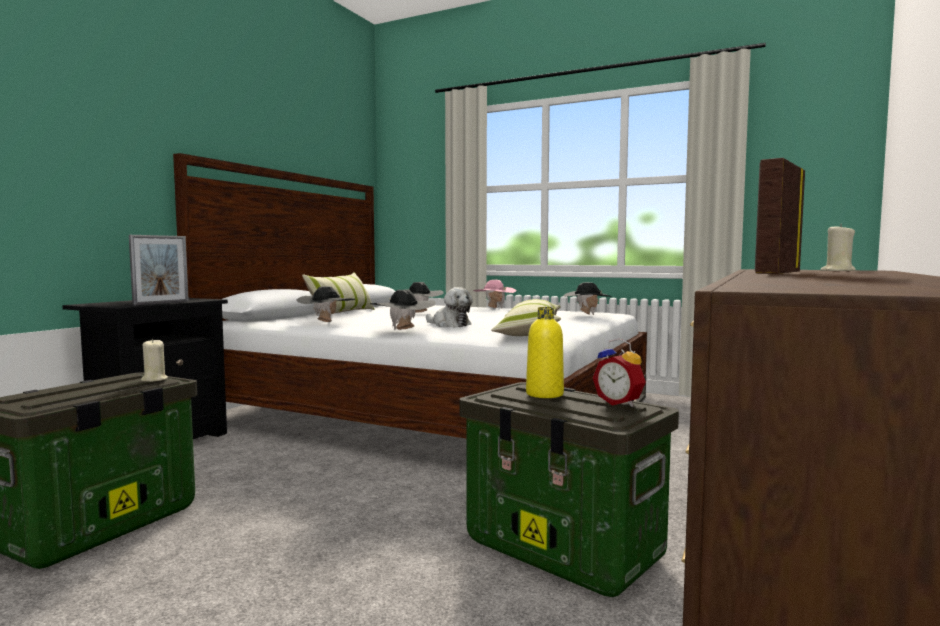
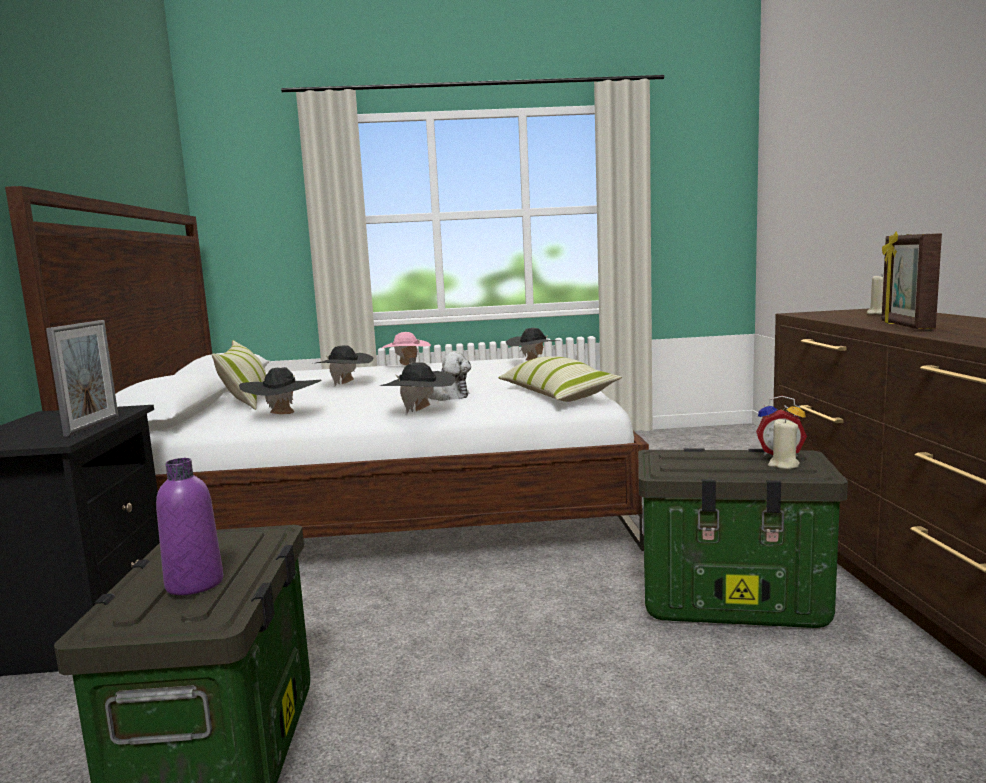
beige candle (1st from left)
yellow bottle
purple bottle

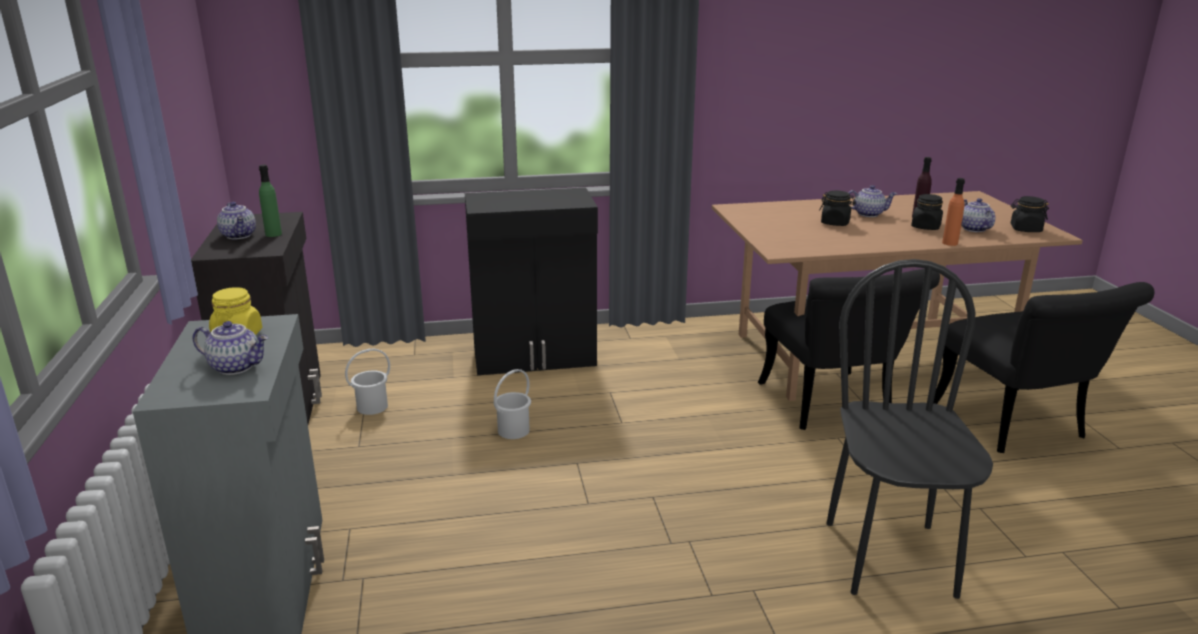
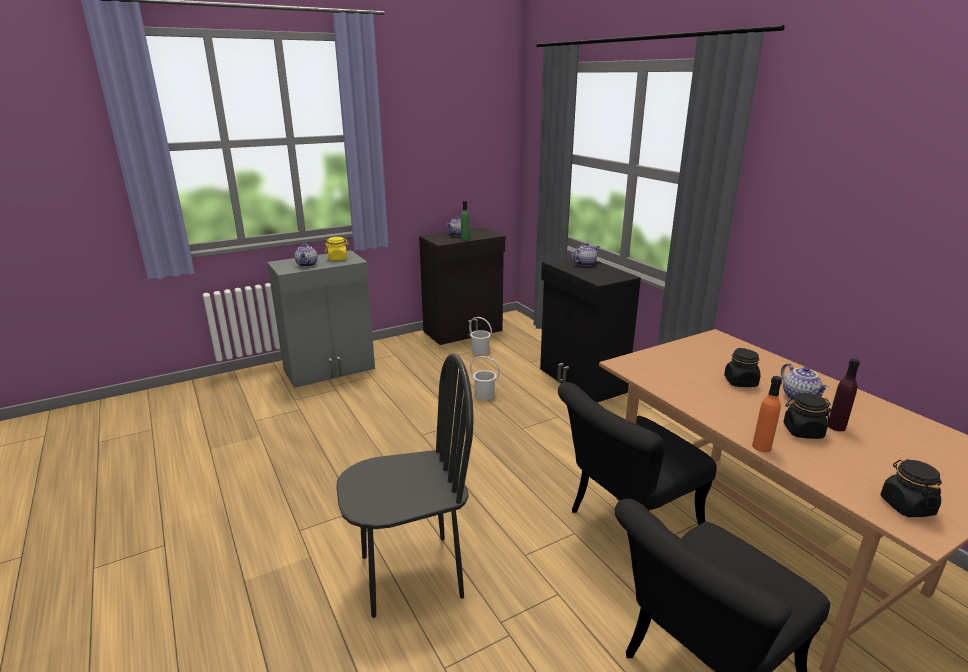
teapot (3rd from left)

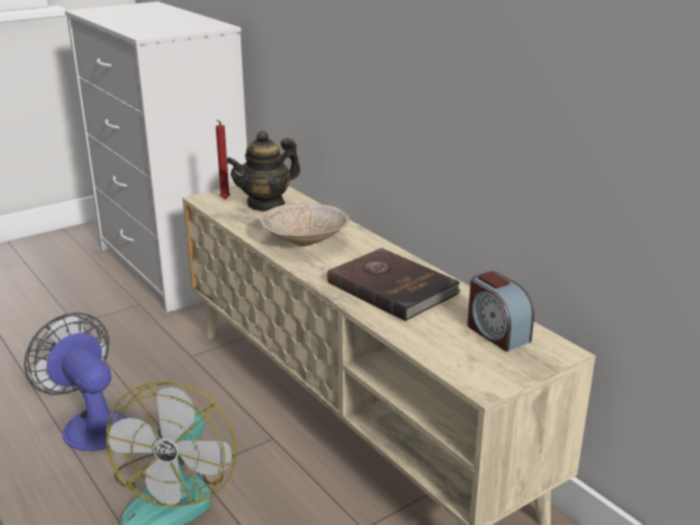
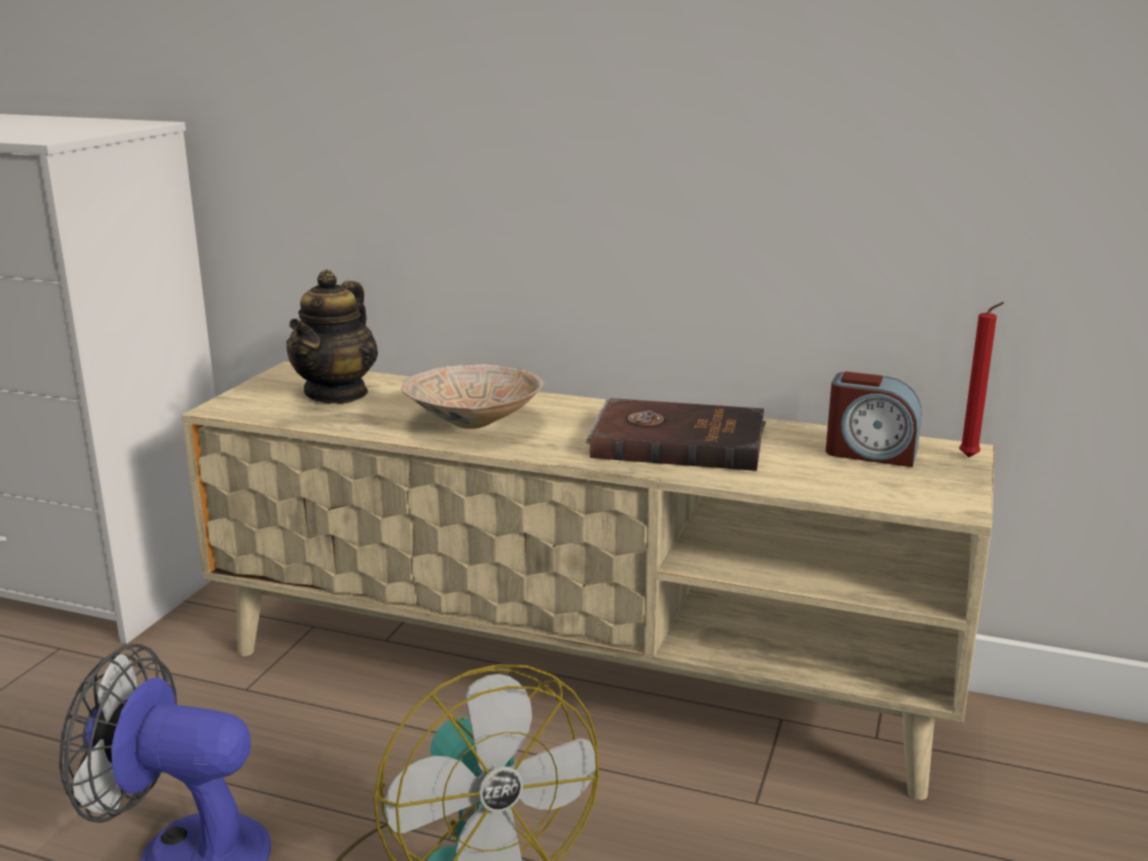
red candle

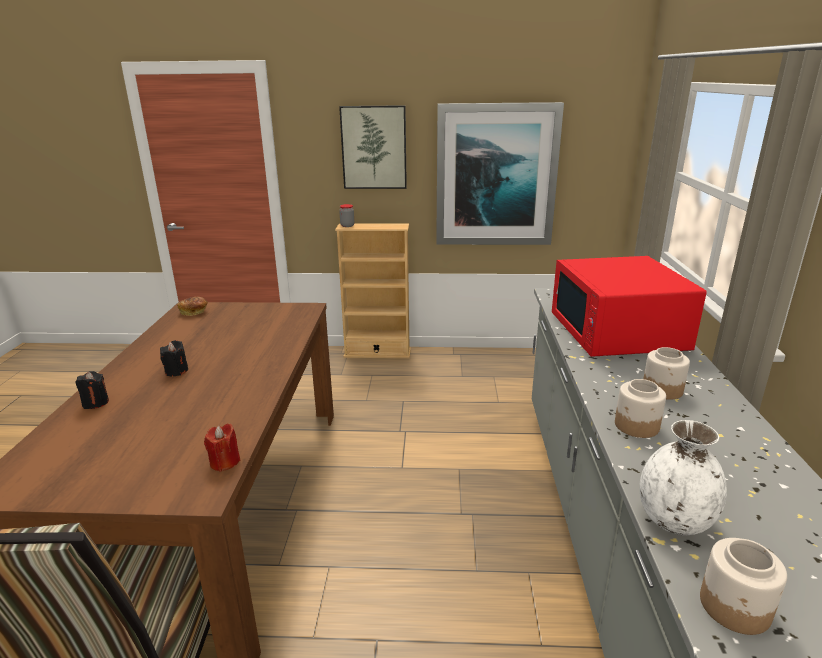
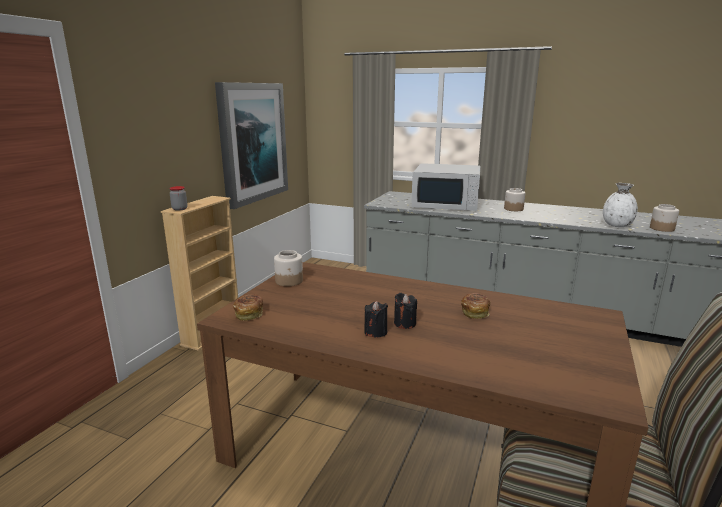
black candle (1st from left)
red candle
picture (1st from left in the first image)
white microwave
jar (2nd from left)
bread (2nd from left)

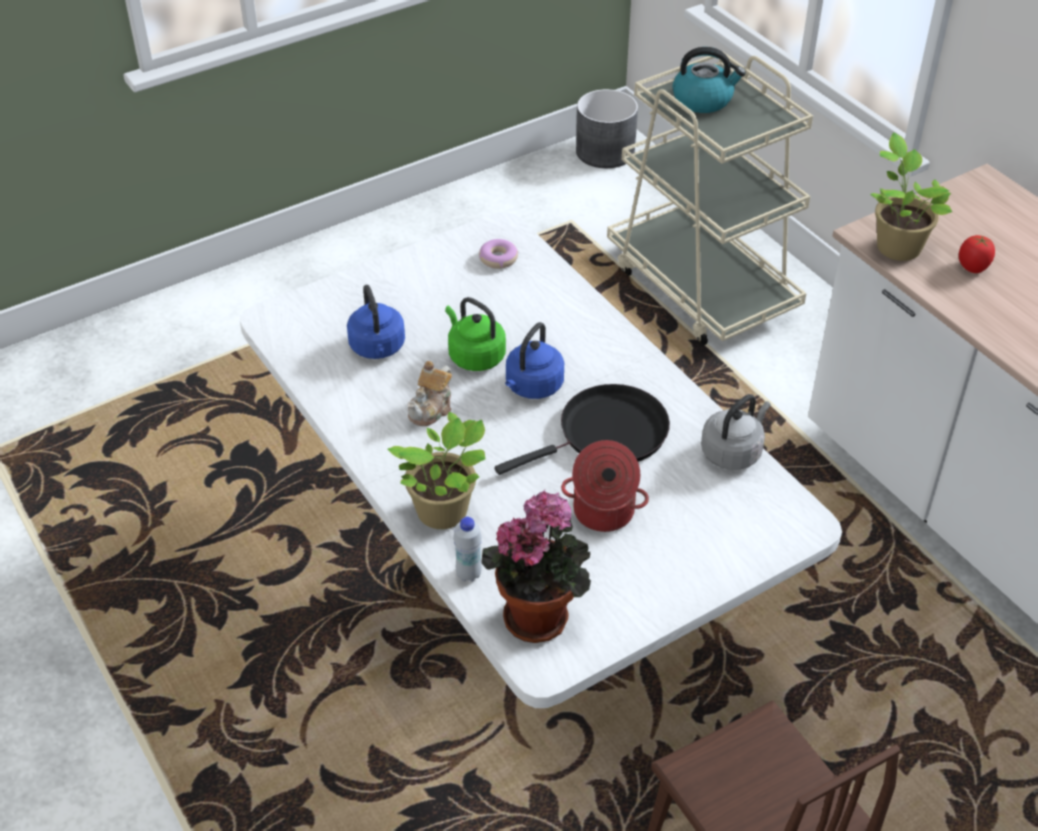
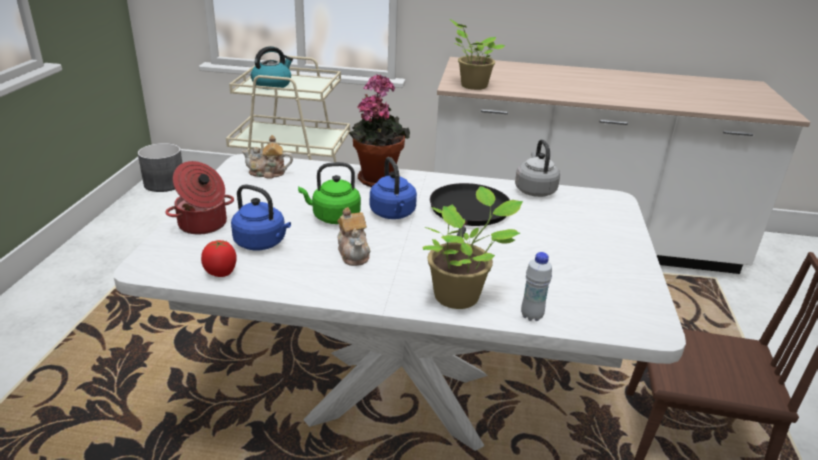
teapot (1st from left)
potted plant (1st from left)
cooking pot
tomato

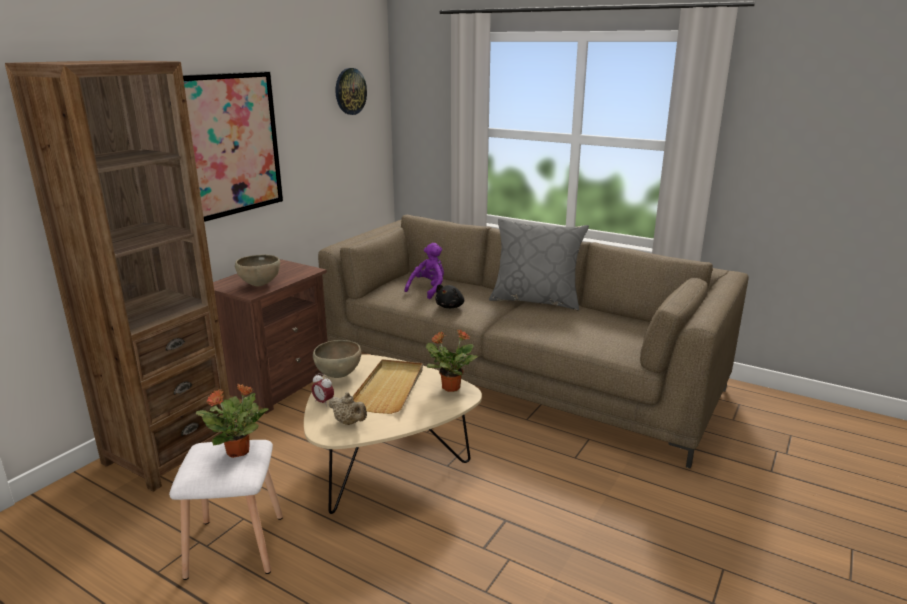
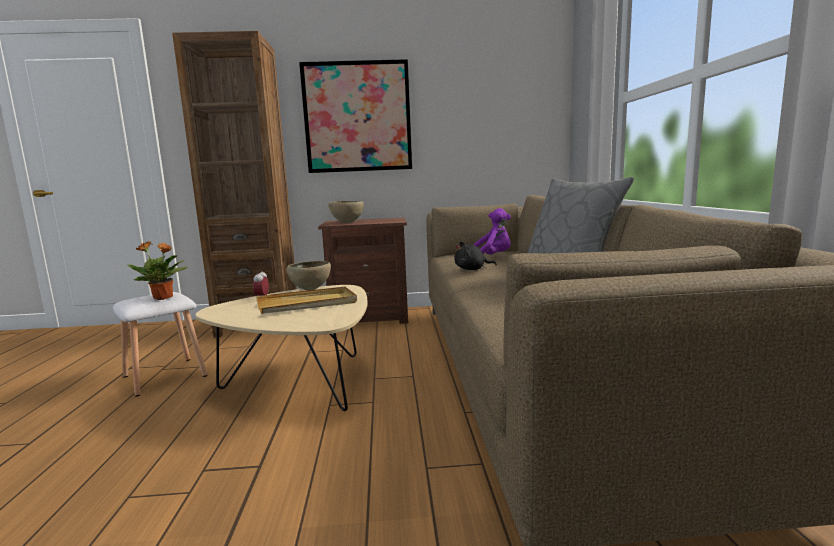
beige teapot
wall clock
potted plant (2nd from left in the first image)

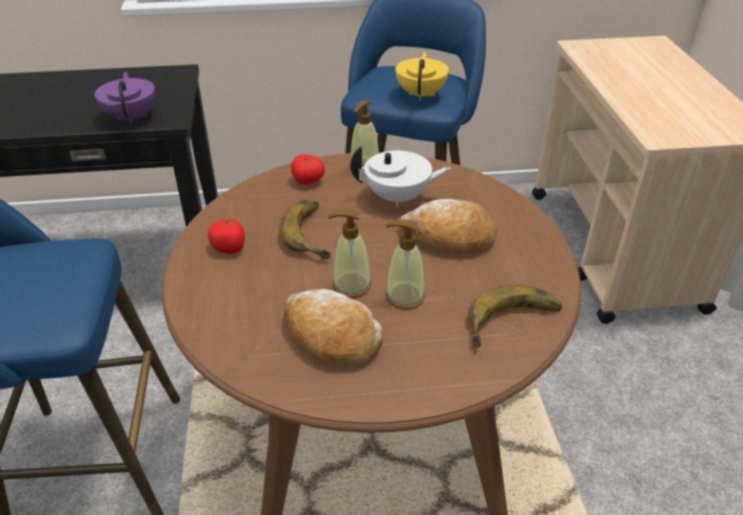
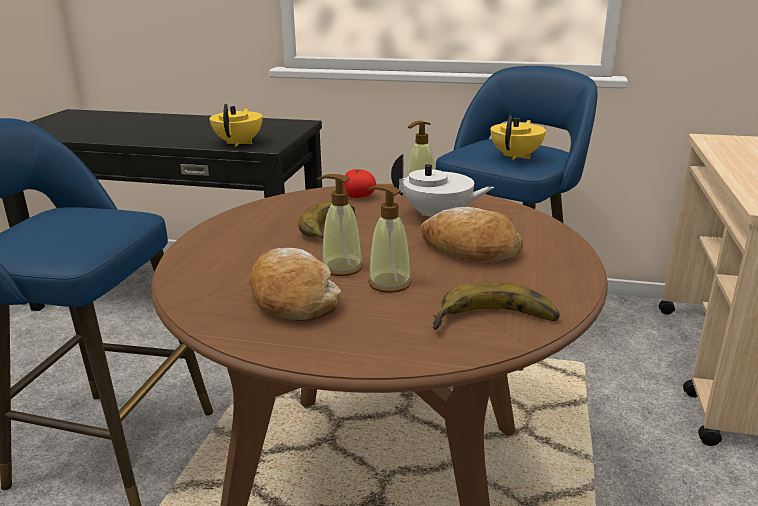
yellow teapot (1st from left)
tomato (1st from left in the first image)

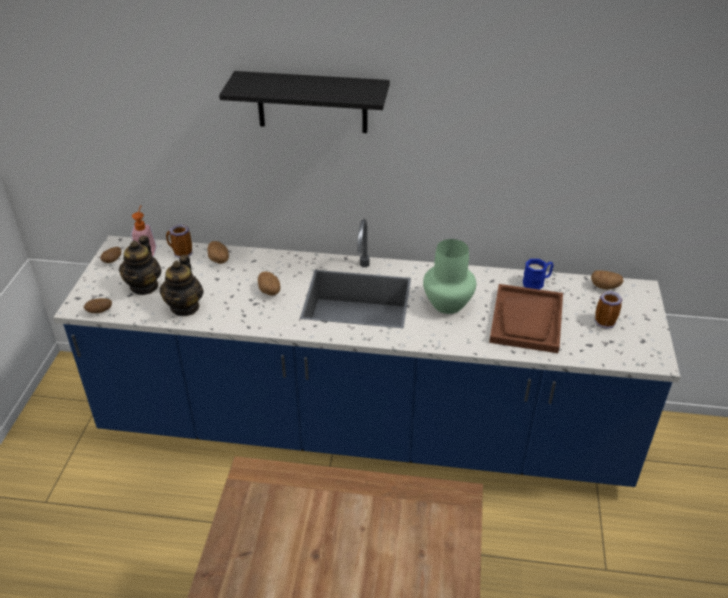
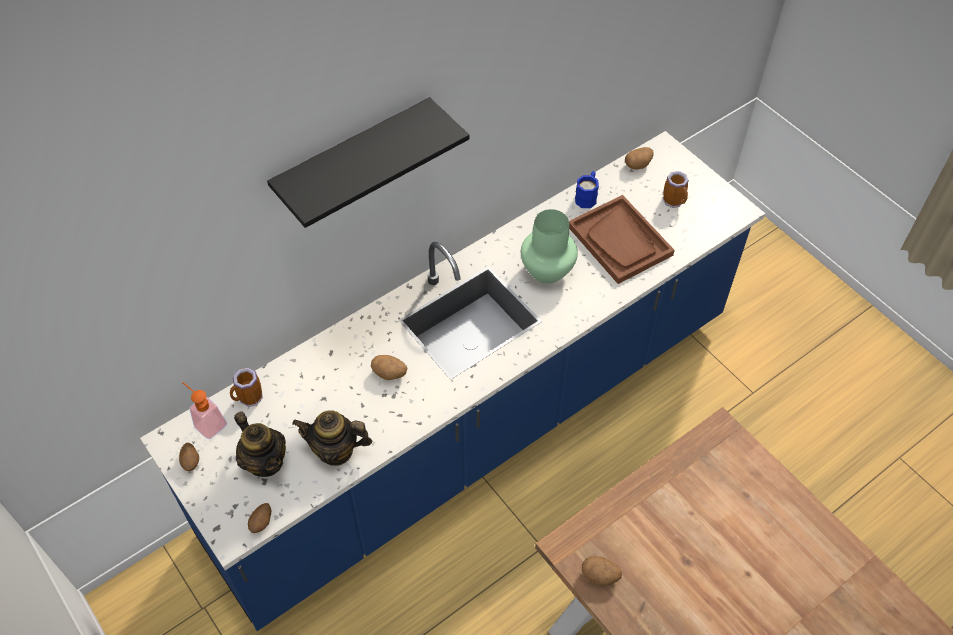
teapot (2nd from left)
potato (4th from left)

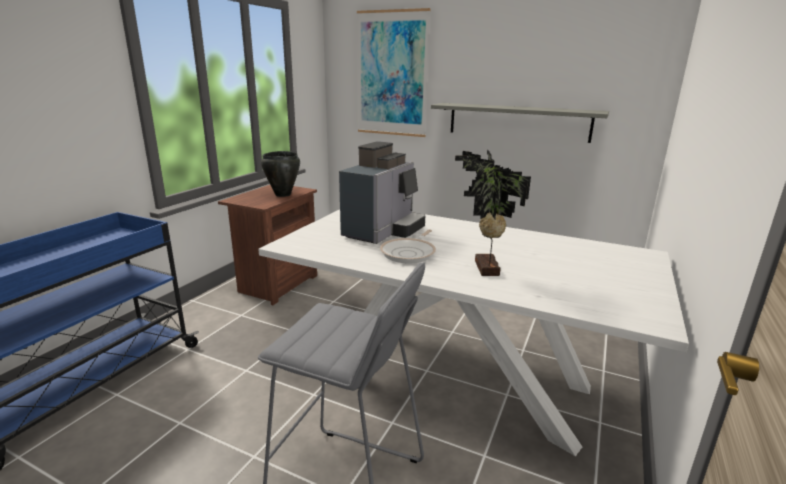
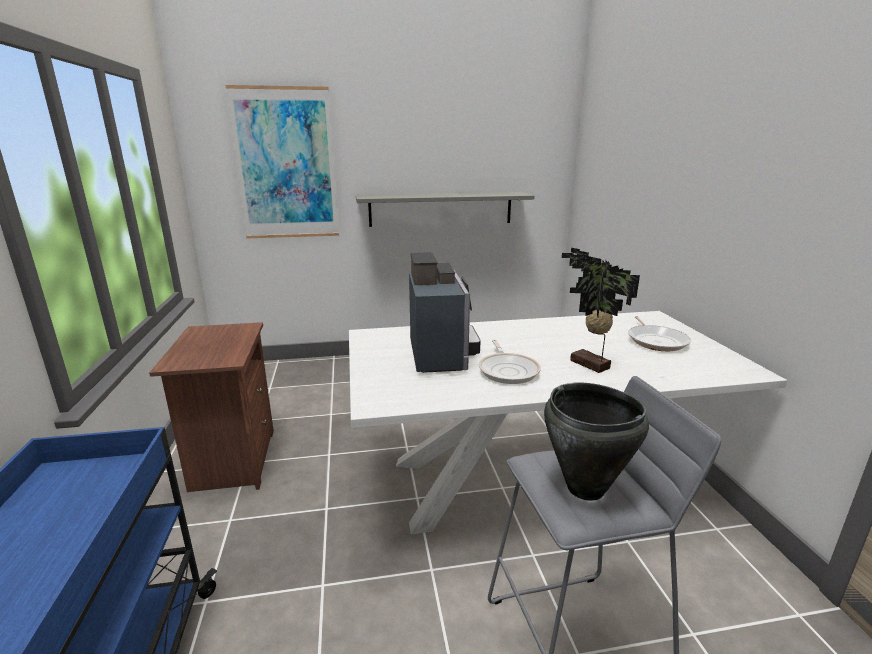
black cooking pot
frying pan (2nd from left)

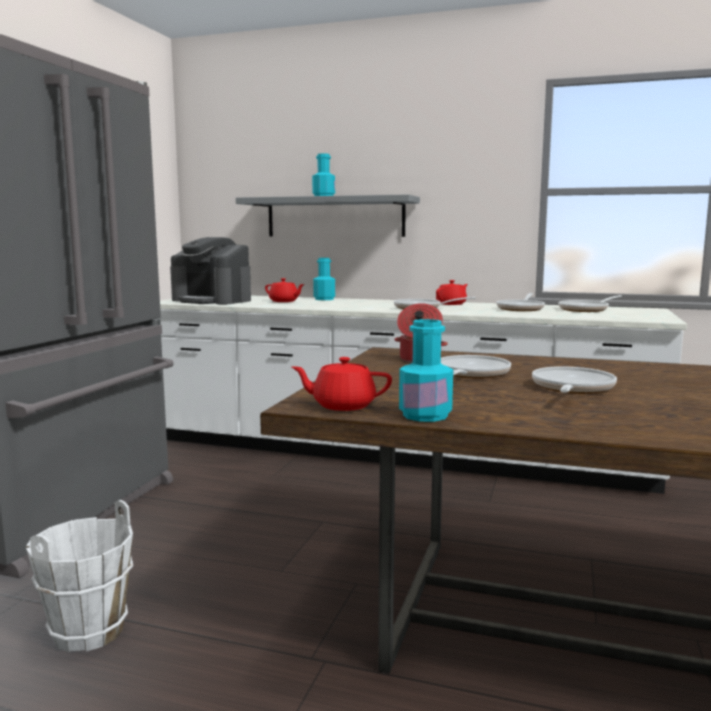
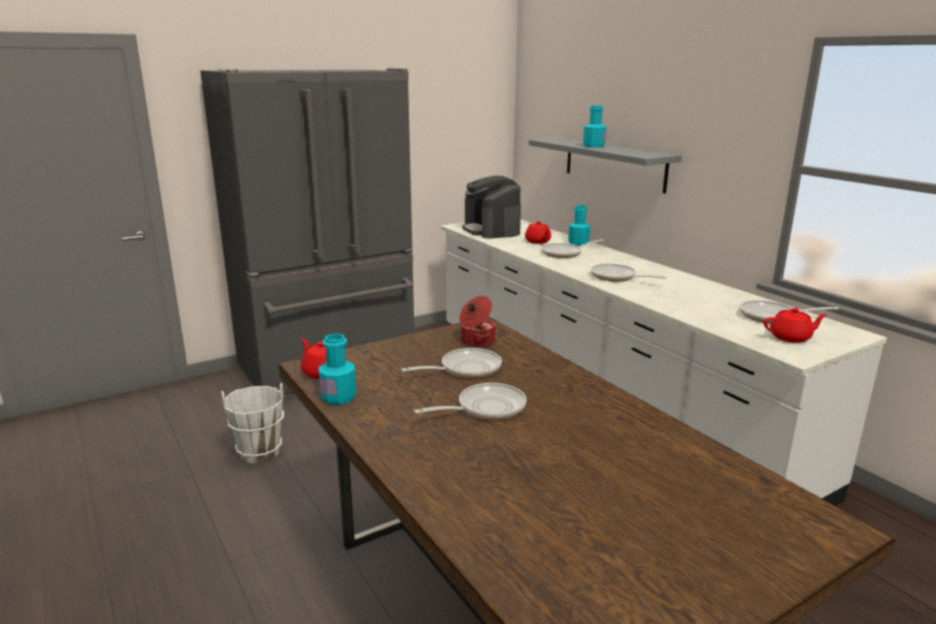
red teapot (3rd from left)
frying pan (3rd from left)

